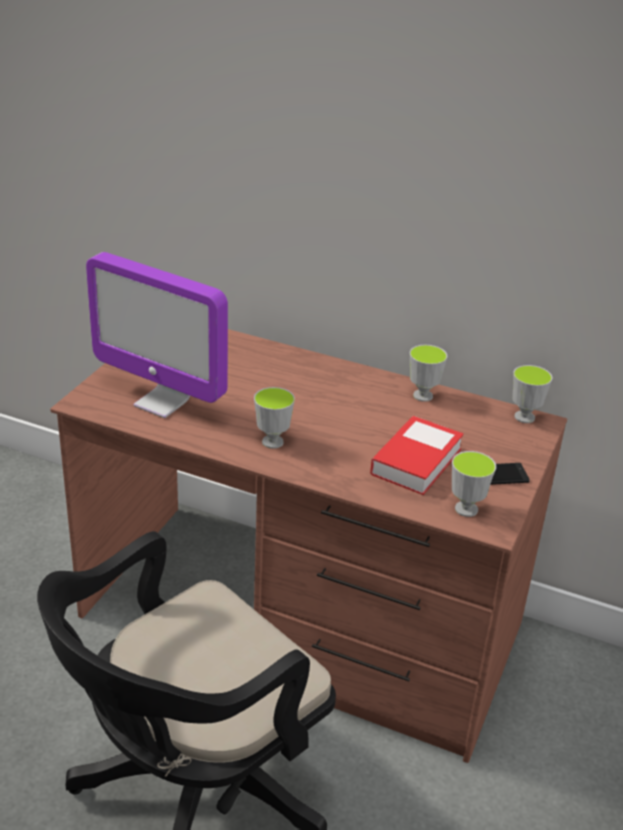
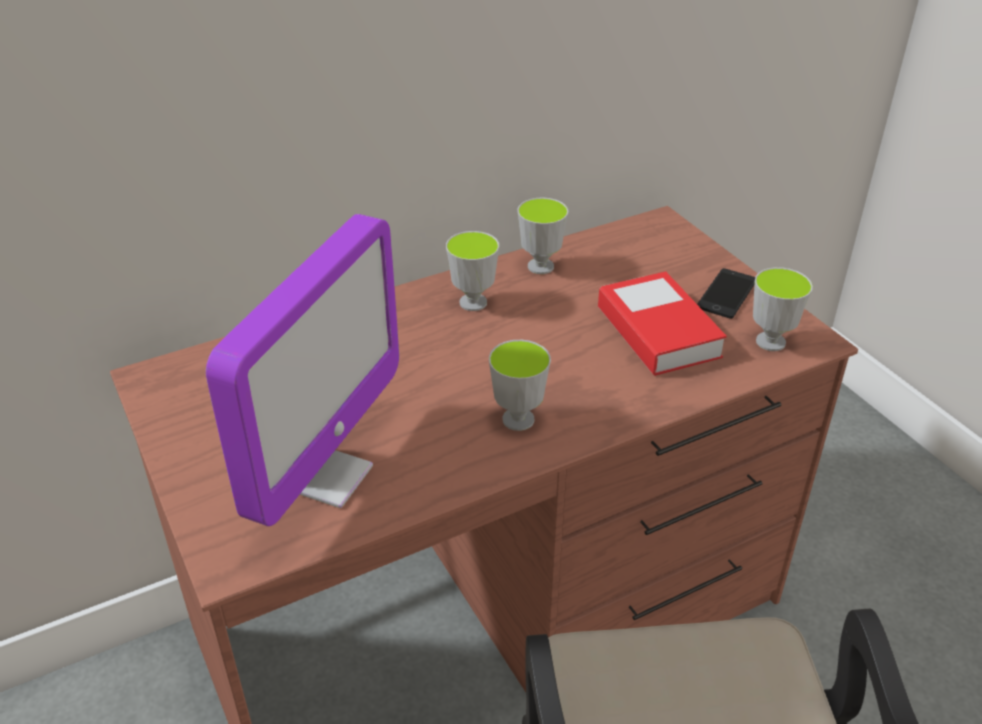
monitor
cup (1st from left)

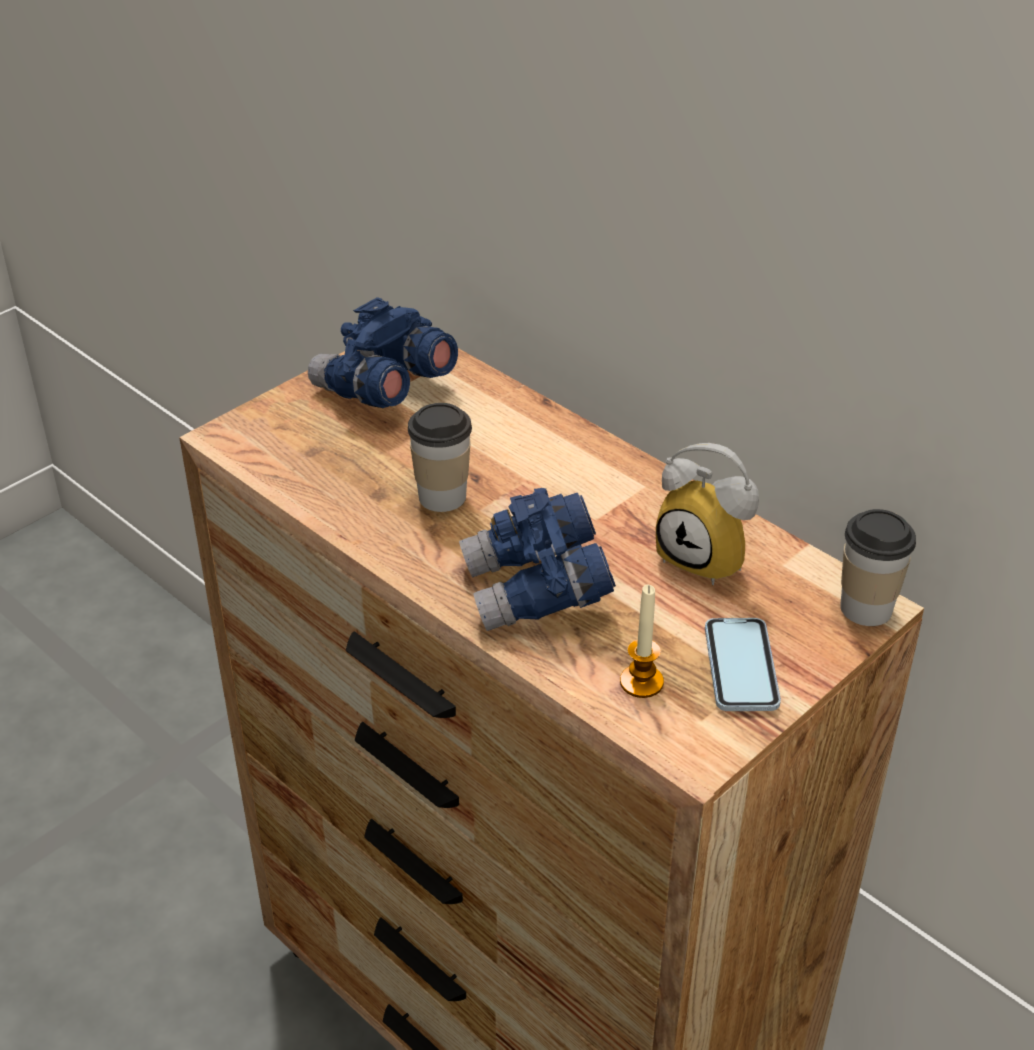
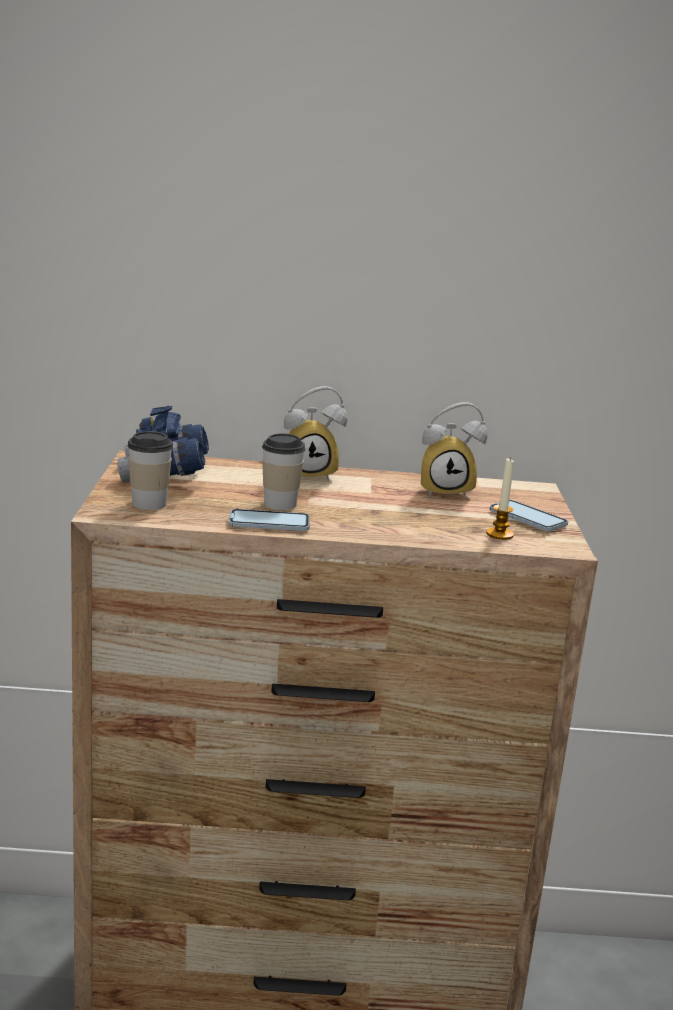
blue binoculars (2nd from left in the first image)
cup (1st from left)
phone (1st from left)
alarm clock (1st from left)

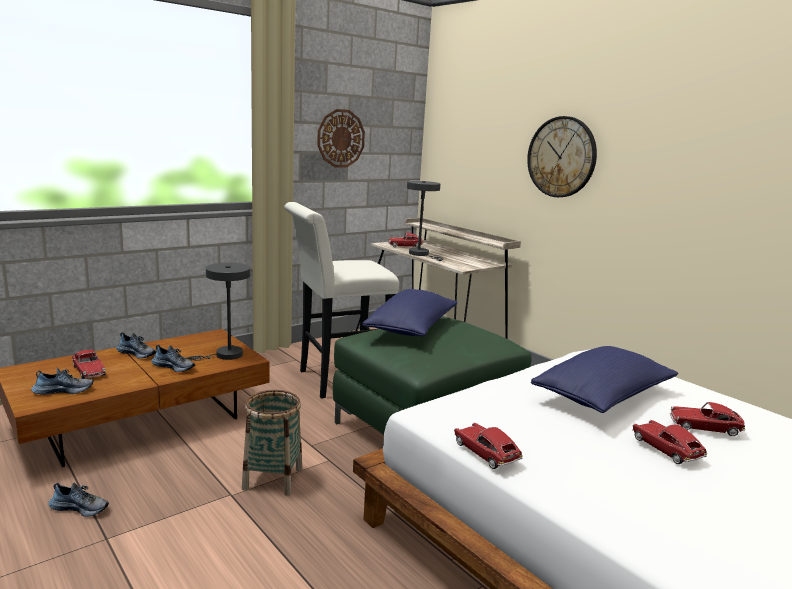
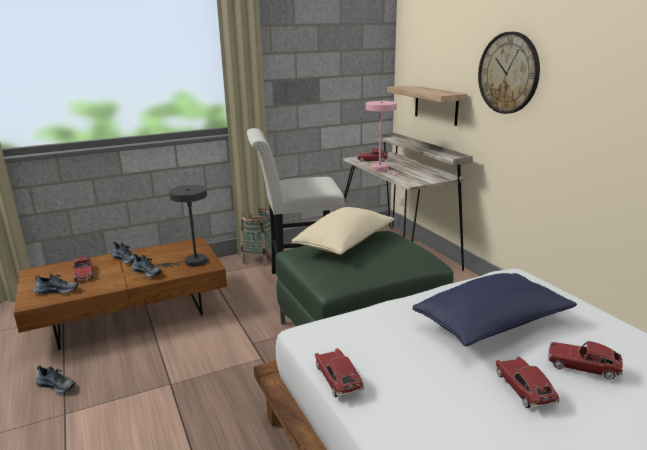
basket
wall clock (1st from left in the first image)
beige pillow
pink table lamp
shelf

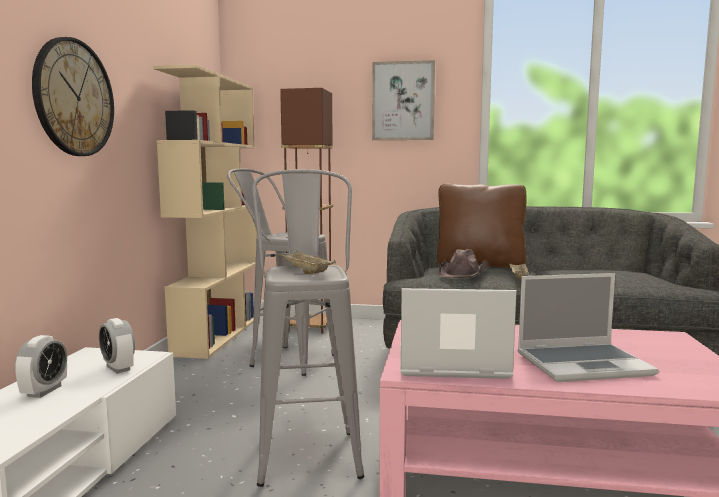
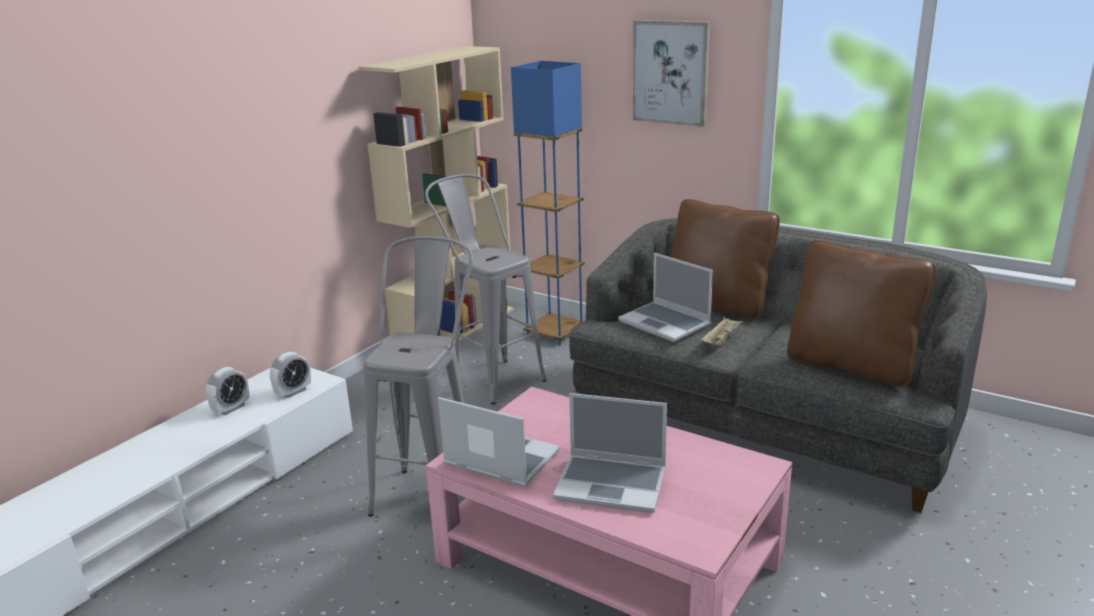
wall clock
alarm clock (2nd from left)
beige tray (1st from left in the first image)
blue floor lamp
laptop (3rd from left)
brown pillow (2nd from left)

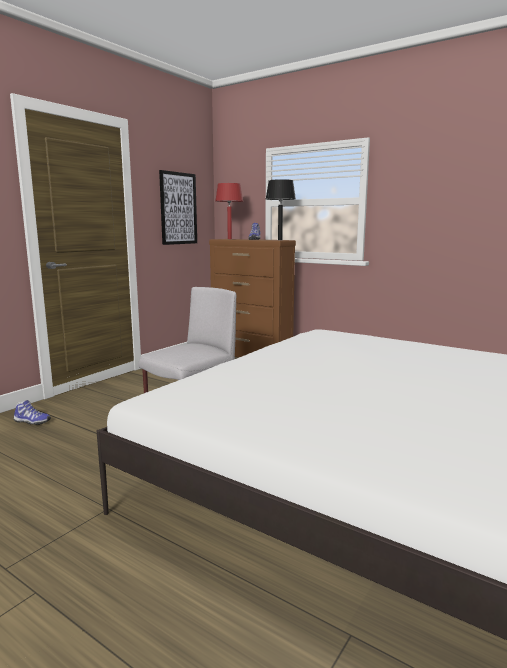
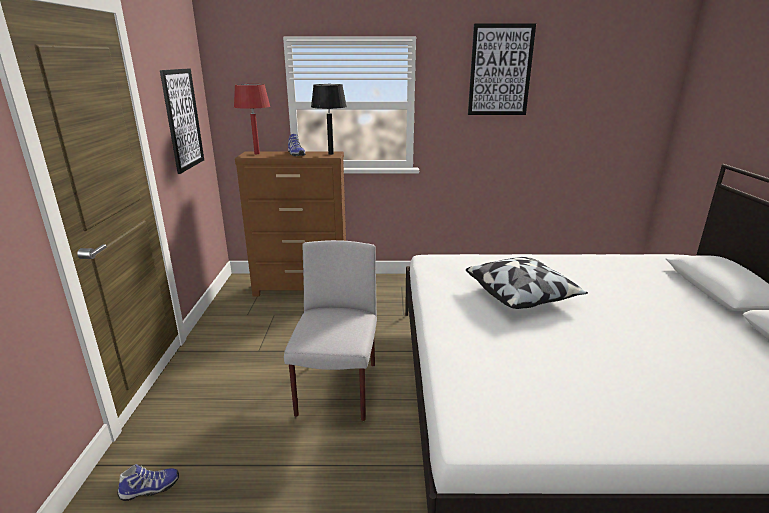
pillow
picture (2nd from left)

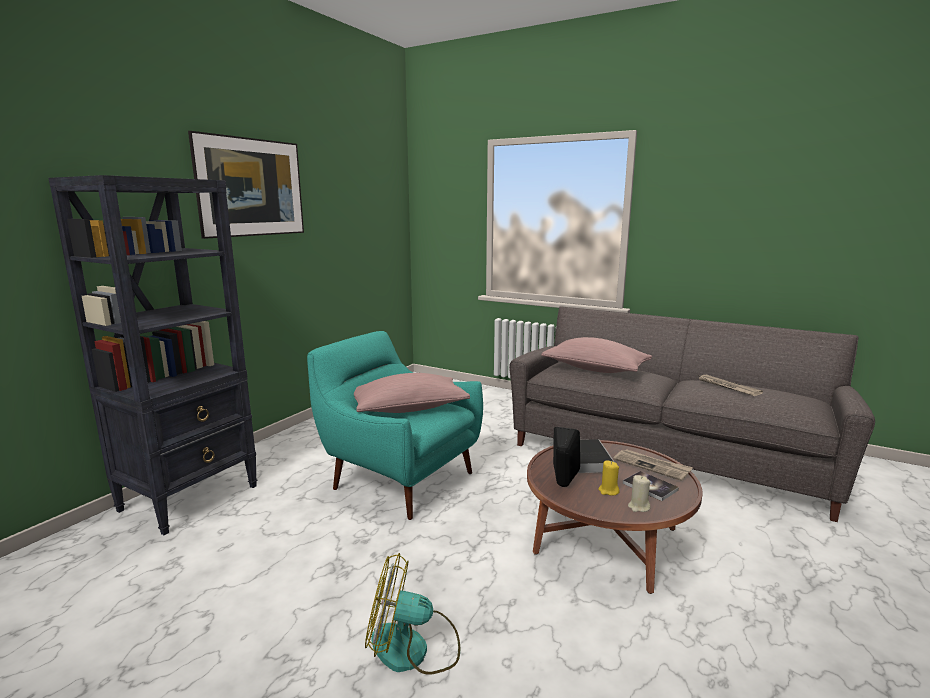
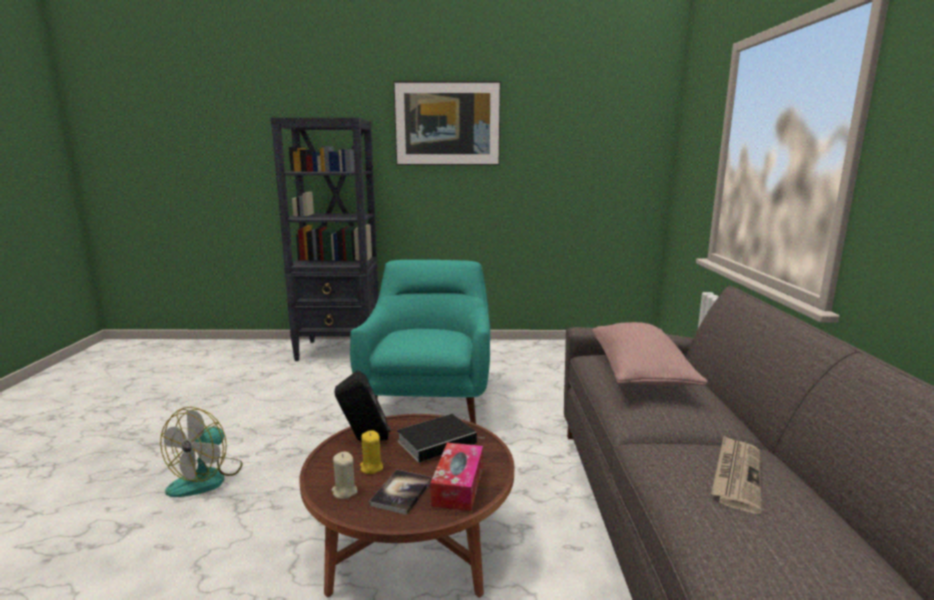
pink pillow (1st from left in the first image)
fan
tissue box

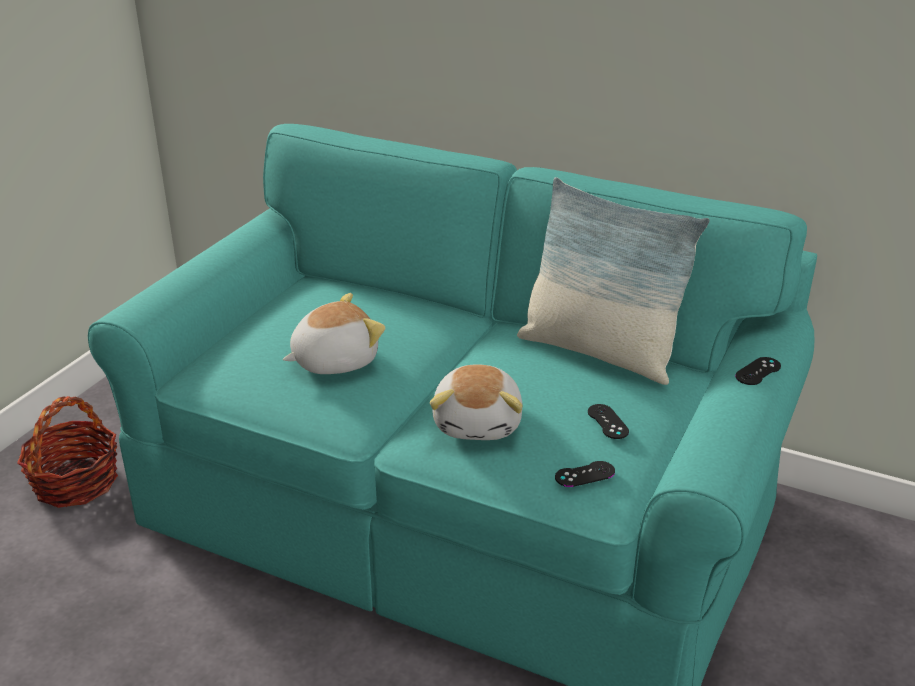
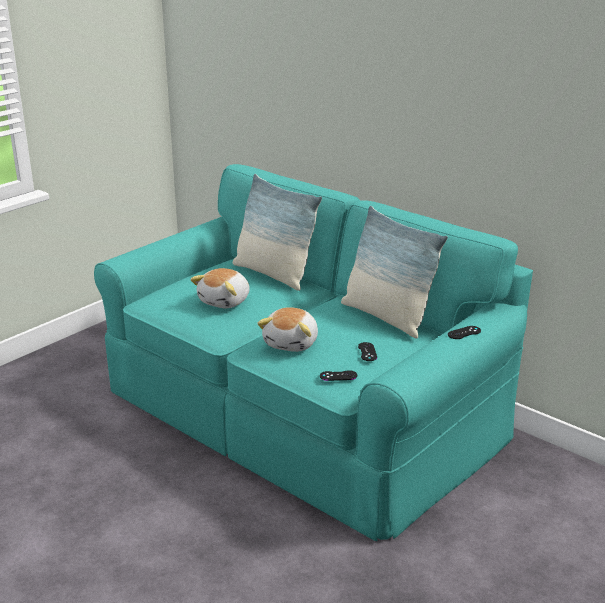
basket
plush toy (1st from left)
pillow (1st from left)

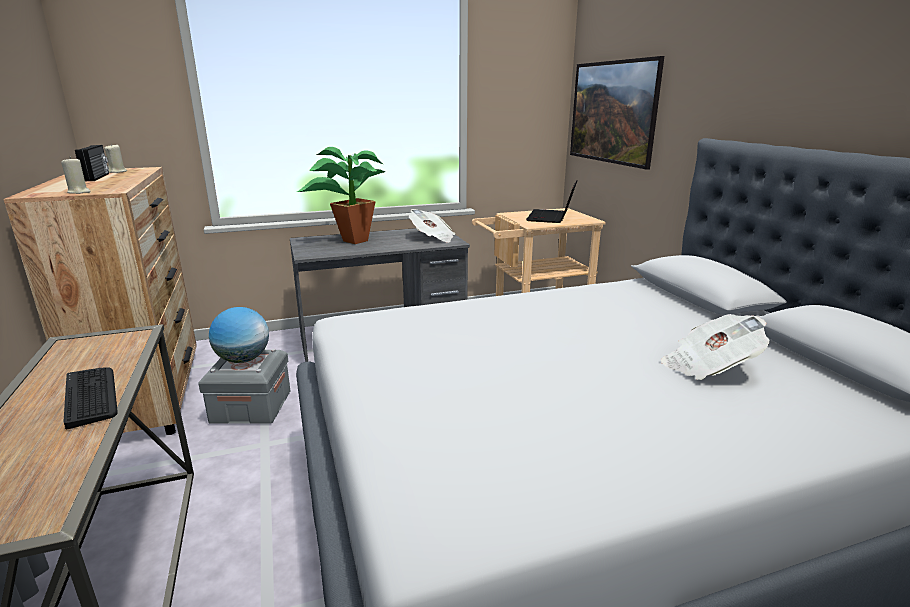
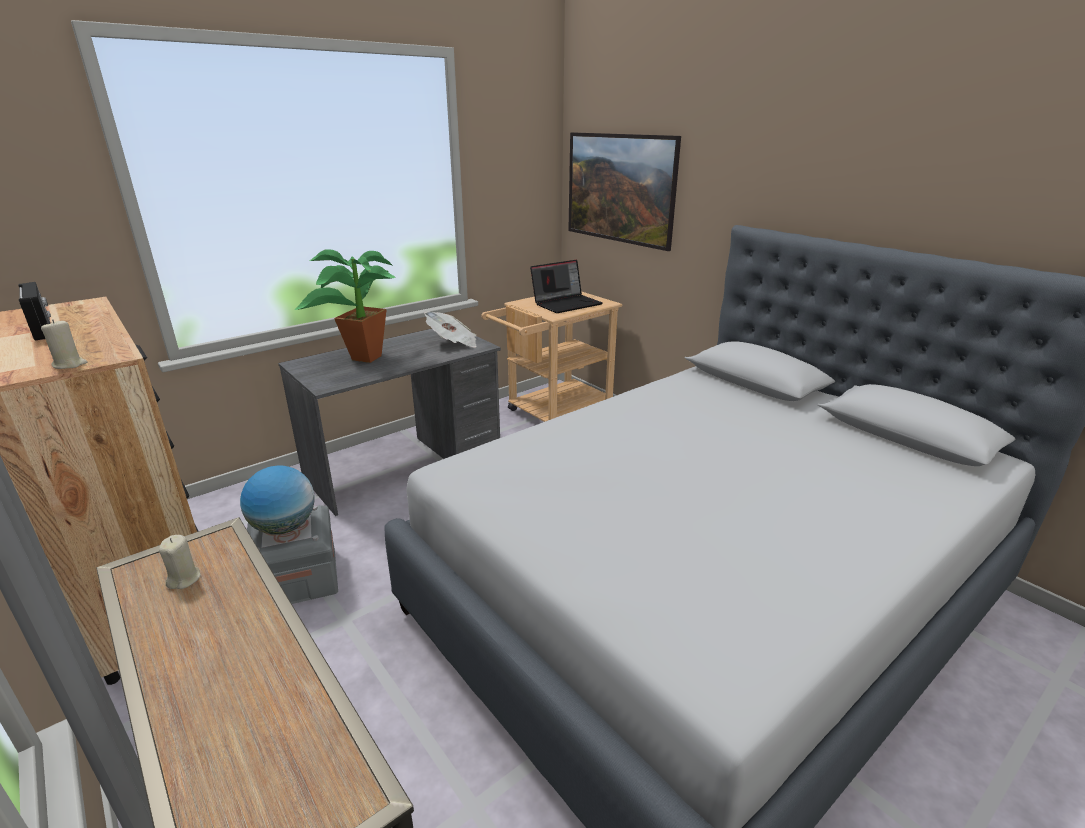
keyboard
beige candle (2nd from left)
laptop
newspaper (2nd from left in the first image)

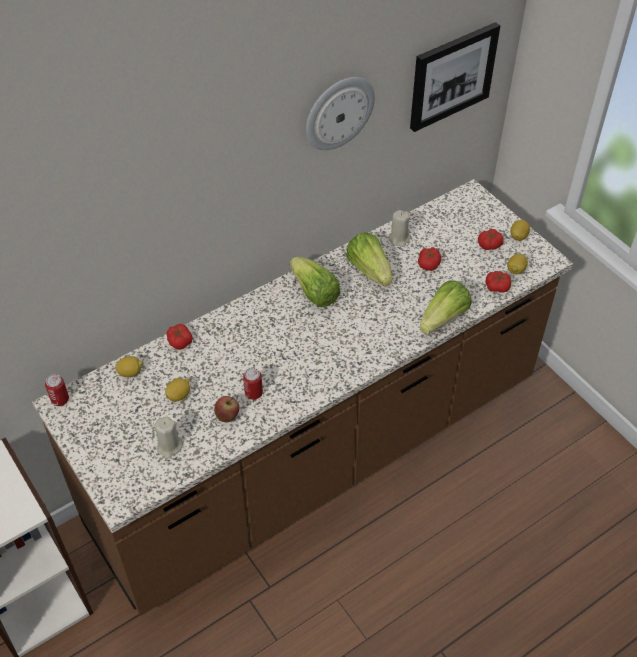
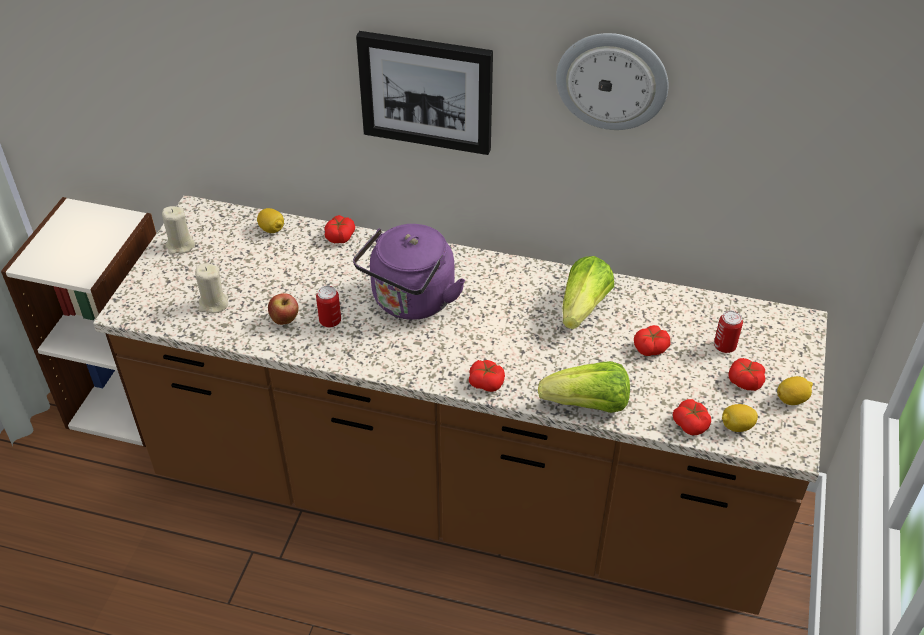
can (2nd from left)
lemon (2nd from left in the first image)
lettuce (1st from left in the first image)
beige candle (1st from left)
picture
purple kettle
tomato (2nd from left)

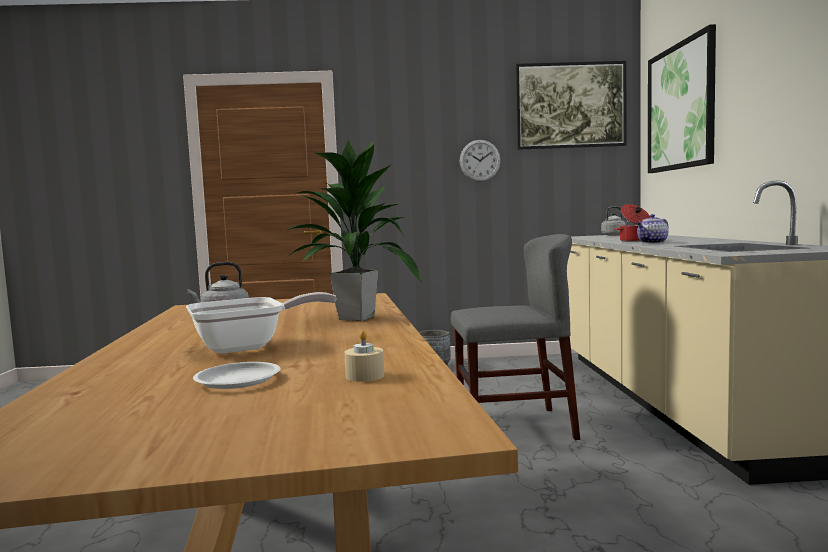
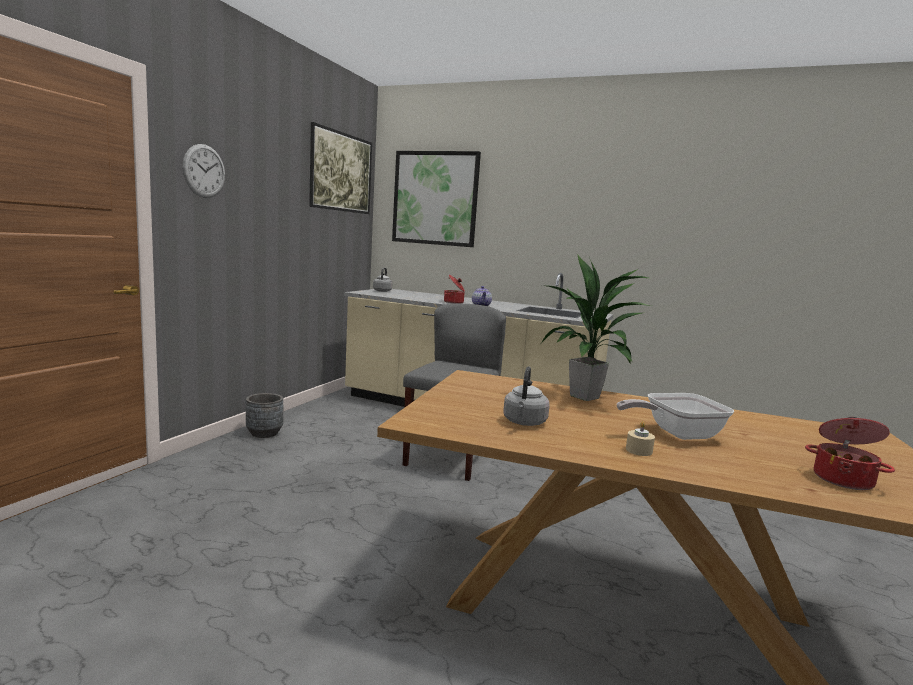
frying pan
white plate
beige candle
wall clock
cooking pot (2nd from left)

